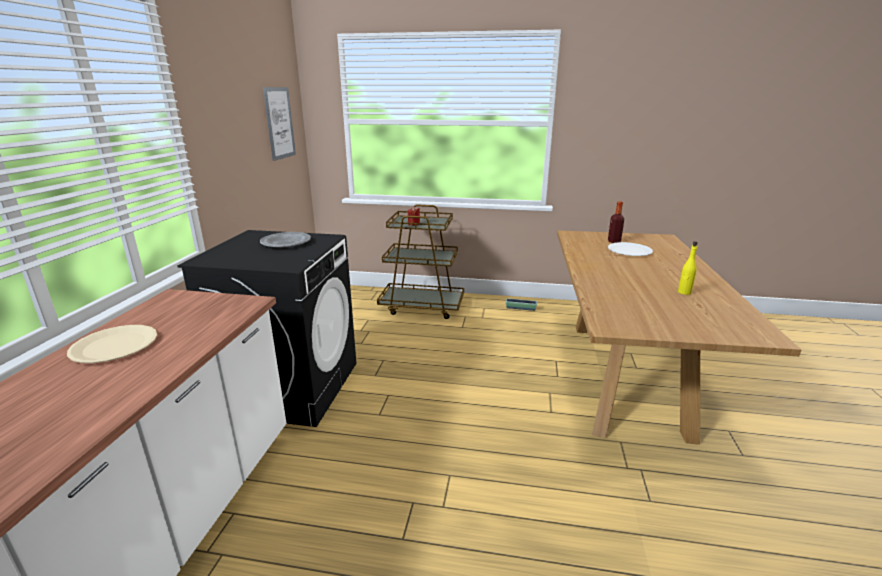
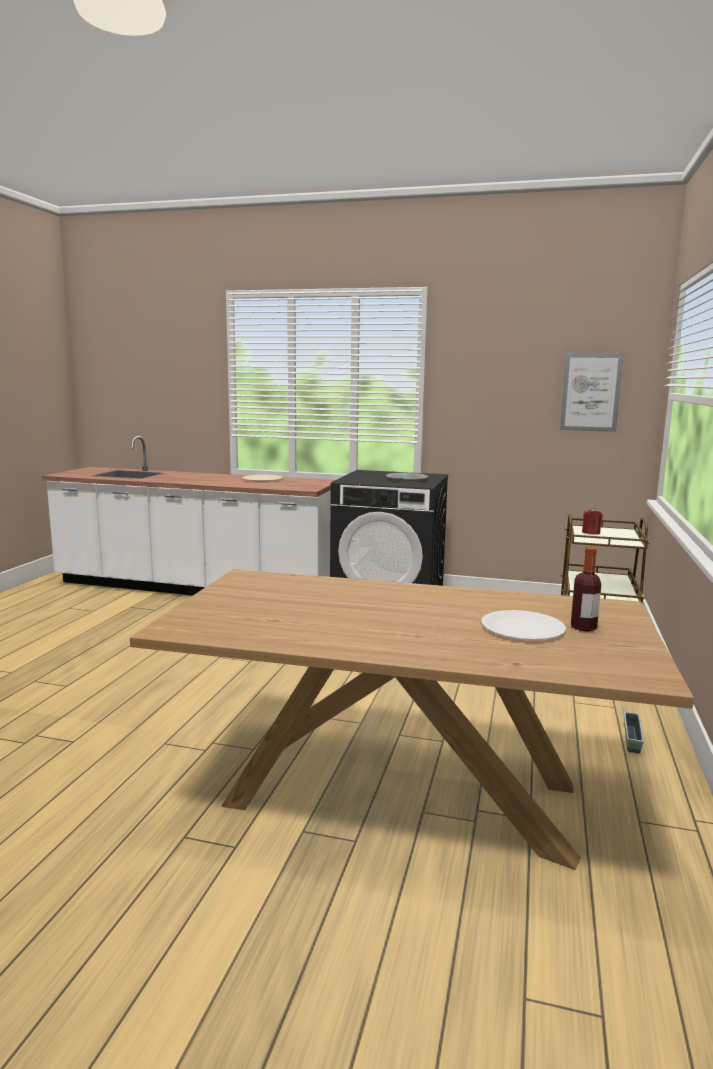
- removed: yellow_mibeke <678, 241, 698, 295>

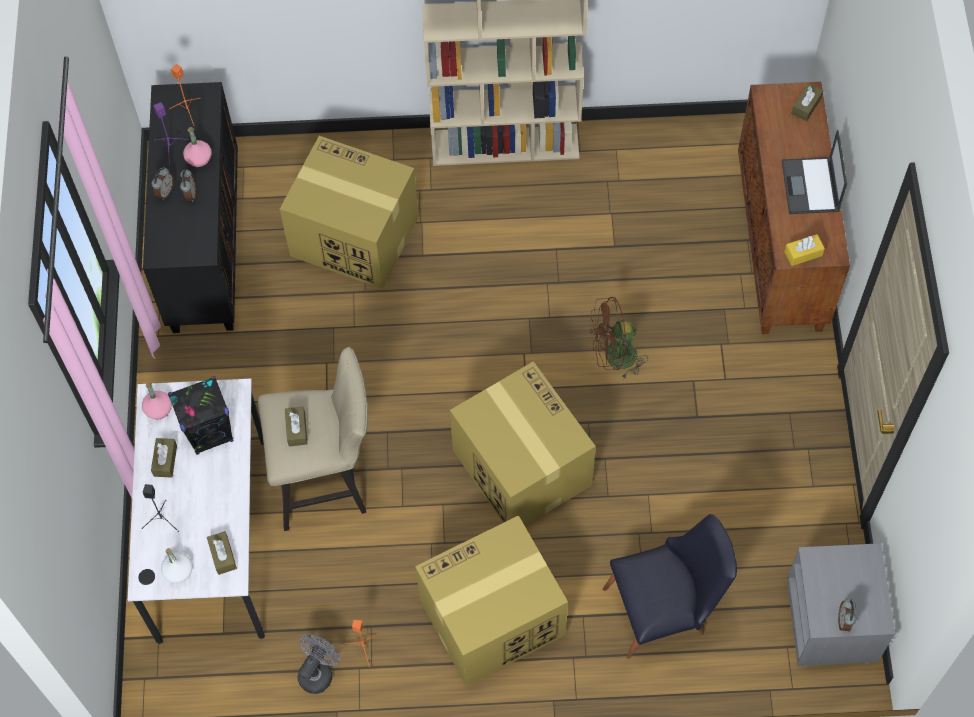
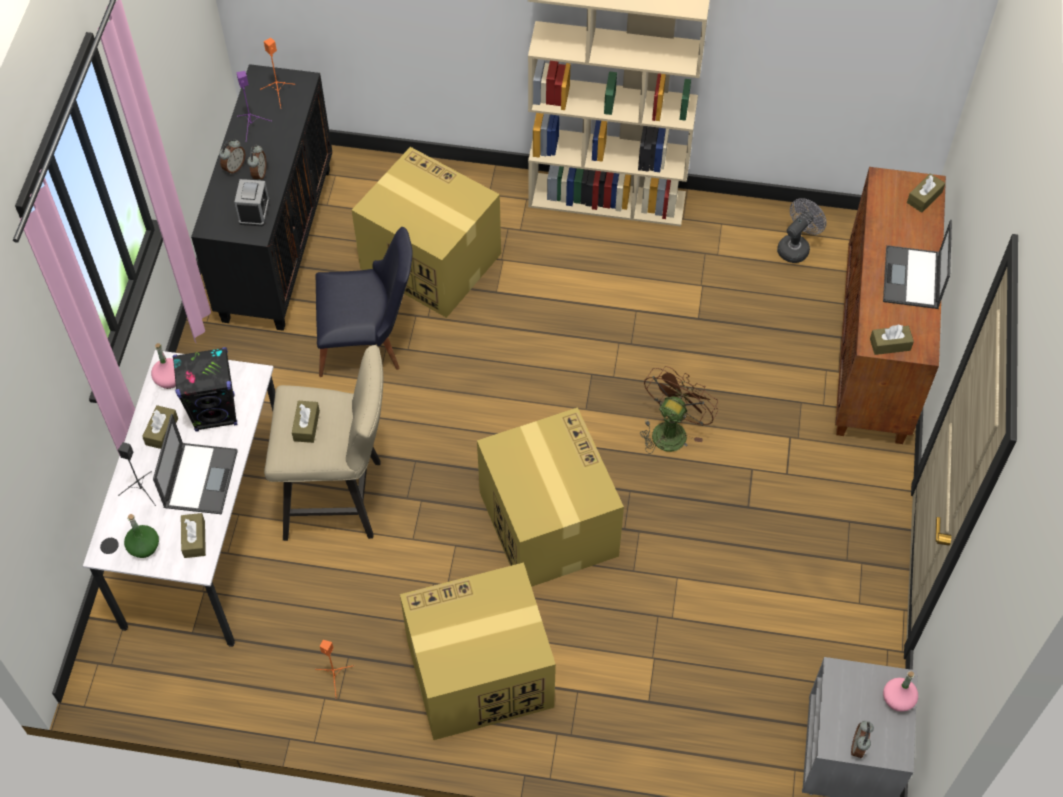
- moved: pink_mibeke <183, 127, 212, 167> to <883, 671, 918, 712>
- recoloured: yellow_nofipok <784, 234, 825, 266> to brown_nofipok <870, 325, 914, 355>
- turned: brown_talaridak <590, 297, 648, 380> = <640, 366, 718, 454> 120 degrees clockwise
- moved: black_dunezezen <603, 514, 737, 659> to <315, 227, 413, 377>
- recoloured: white_mibeke <161, 548, 192, 583> to green_mibeke <124, 514, 159, 558>
- moved: grey_talaridak <298, 634, 340, 694> to <777, 198, 826, 263>
- added: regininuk <234, 179, 270, 226>
- added: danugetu <153, 414, 238, 514>

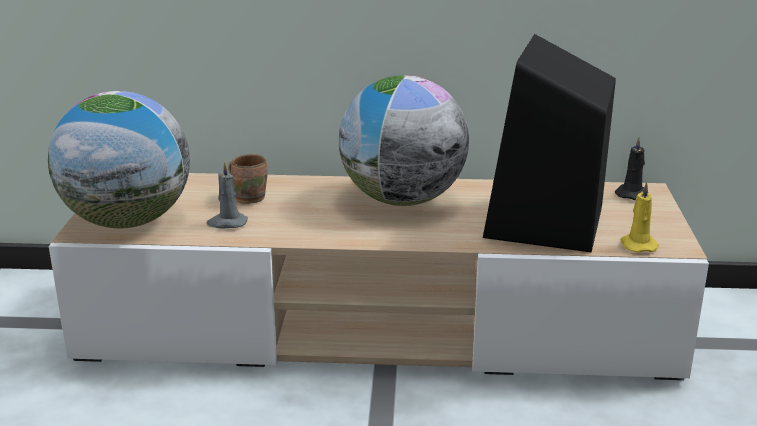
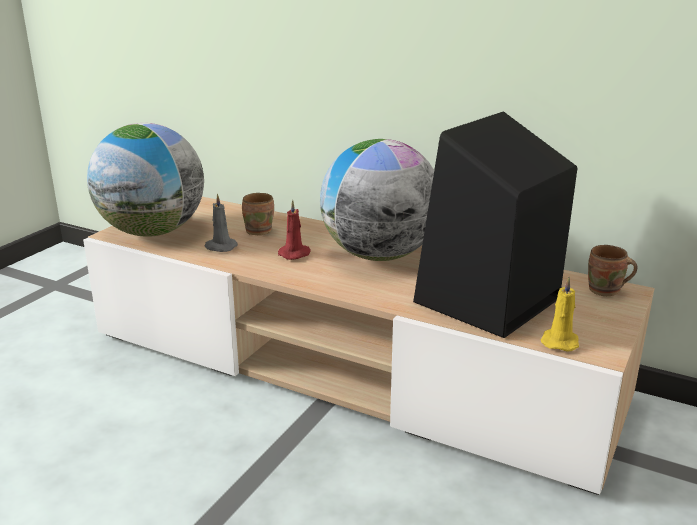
- replaced: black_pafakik <615, 137, 645, 200> to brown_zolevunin <588, 245, 637, 296>
- added: red_pafakik <278, 200, 311, 260>

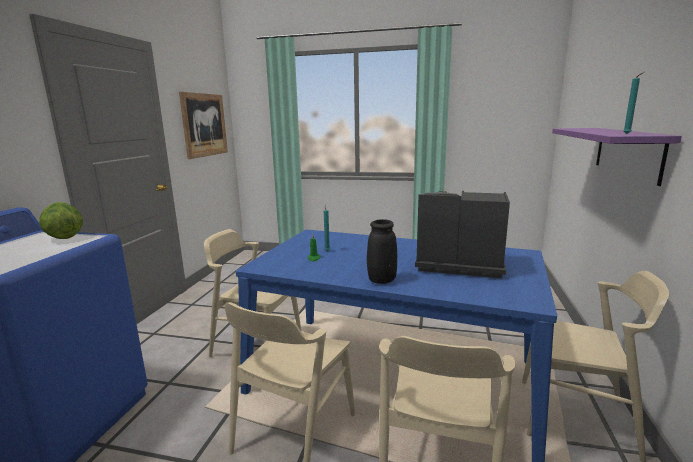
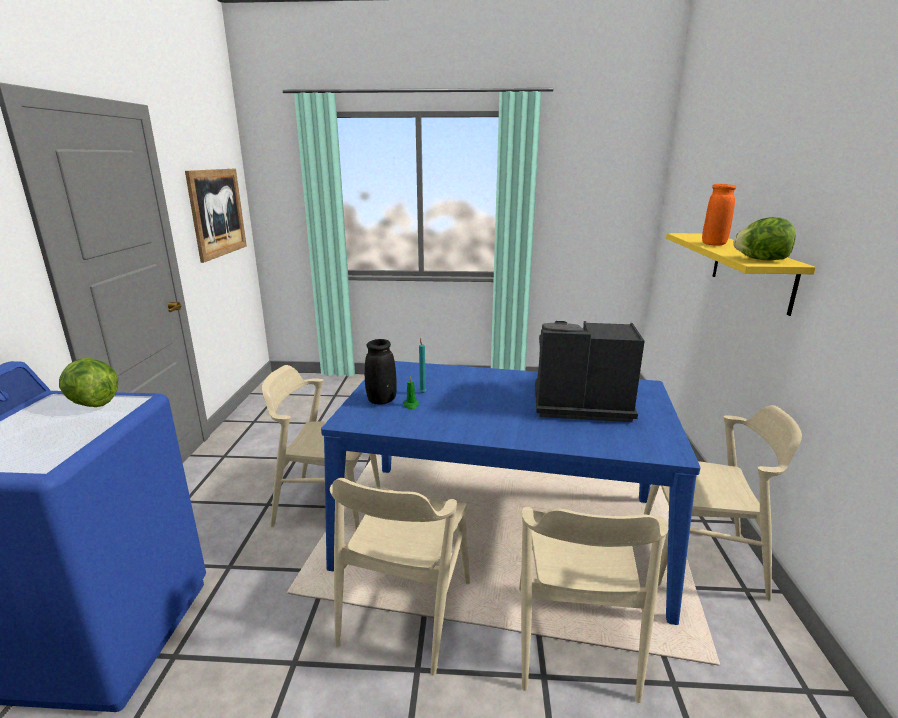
- replaced: turquoise_pafakik <623, 72, 644, 134> to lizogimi <733, 217, 796, 260>
- recoloured: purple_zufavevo <552, 128, 682, 186> to yellow_zufavevo <666, 233, 816, 316>
- moved: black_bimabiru <367, 219, 397, 284> to <365, 339, 397, 405>
- added: orange_bimabiru <702, 184, 736, 246>

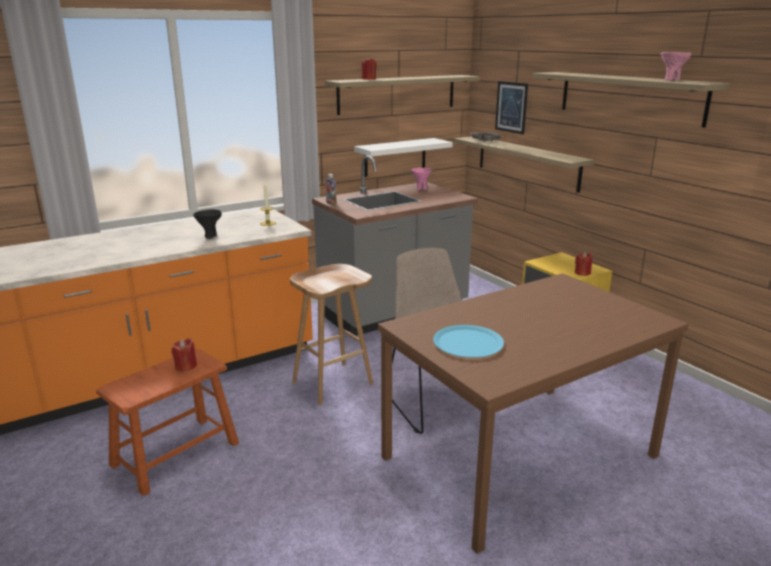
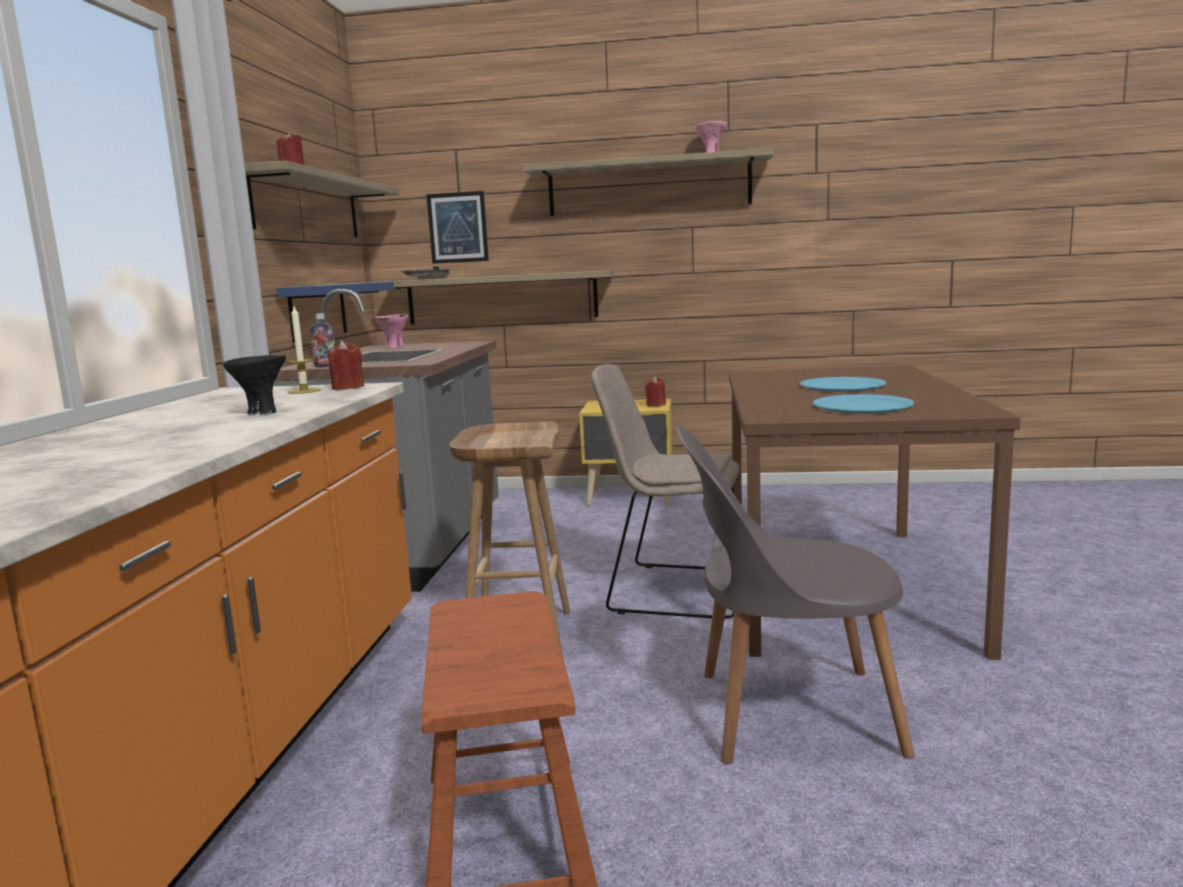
- recoloured: white_zufavevo <354, 138, 453, 177> to blue_zufavevo <276, 281, 394, 342>
- moved: red_pafakik <171, 338, 197, 372> to <327, 341, 364, 390>
- added: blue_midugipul <800, 377, 887, 392>
- added: grey_dunezezen <676, 426, 915, 764>

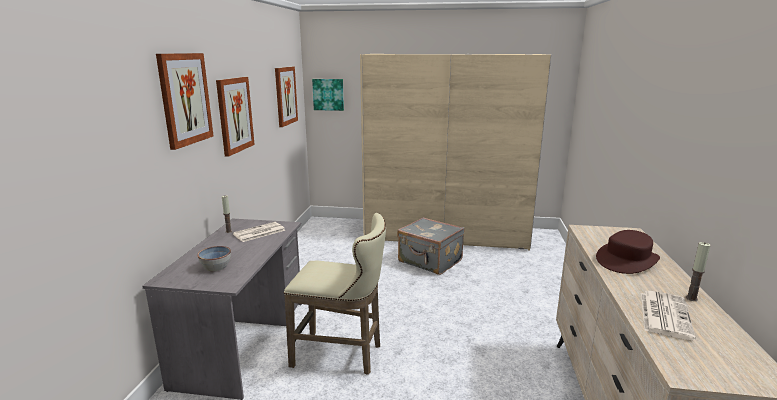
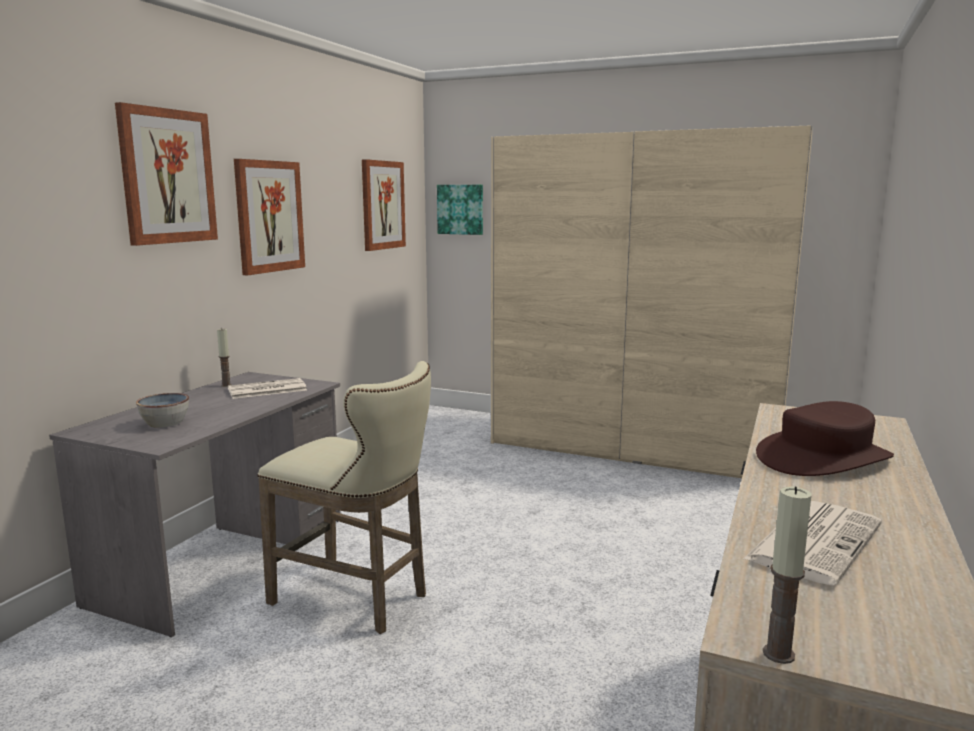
- removed: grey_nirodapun <397, 217, 464, 275>
- moved: pafakik <686, 242, 711, 301> to <763, 486, 812, 664>

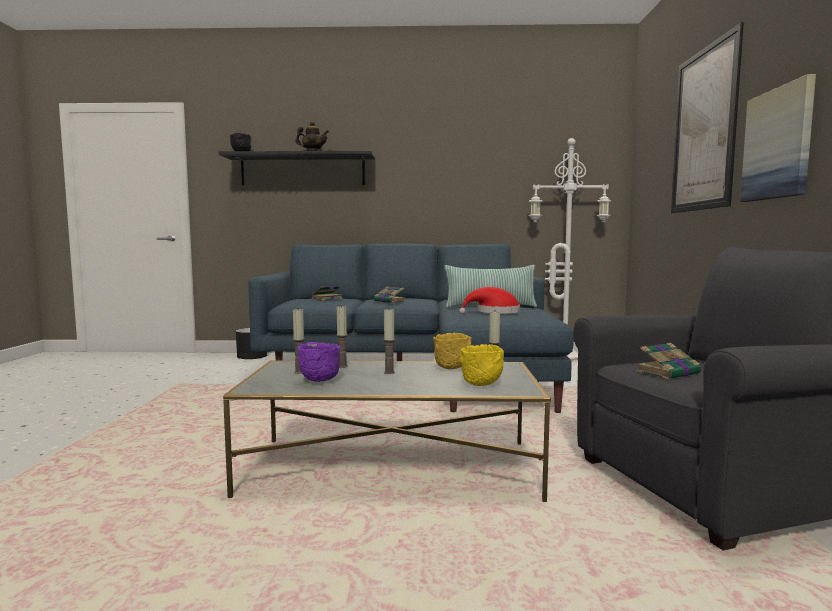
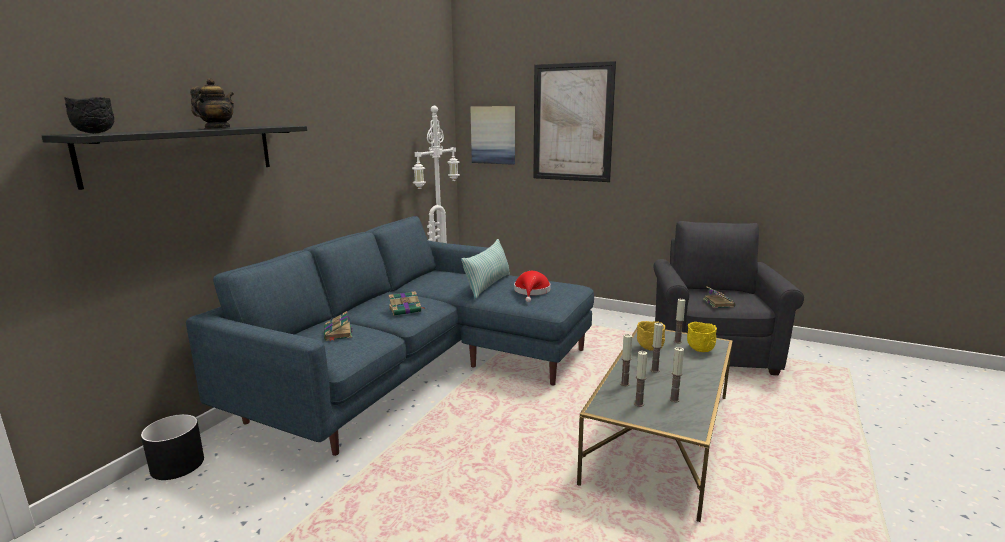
- moved: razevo <740, 74, 816, 202> to <470, 106, 515, 165>
- replaced: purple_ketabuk <298, 342, 340, 382> to pafakik <669, 347, 684, 402>

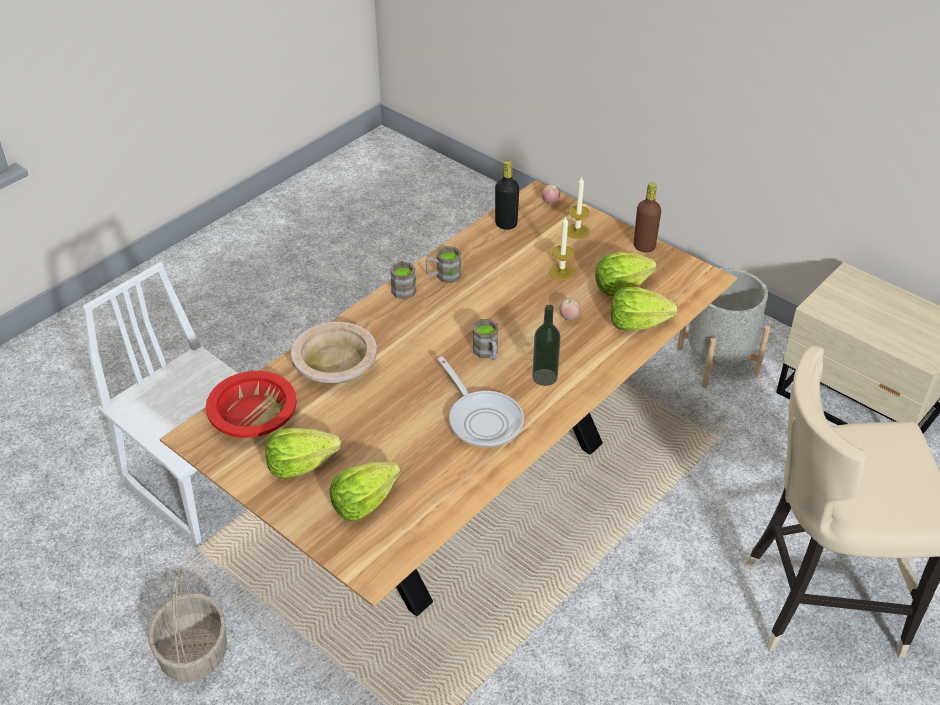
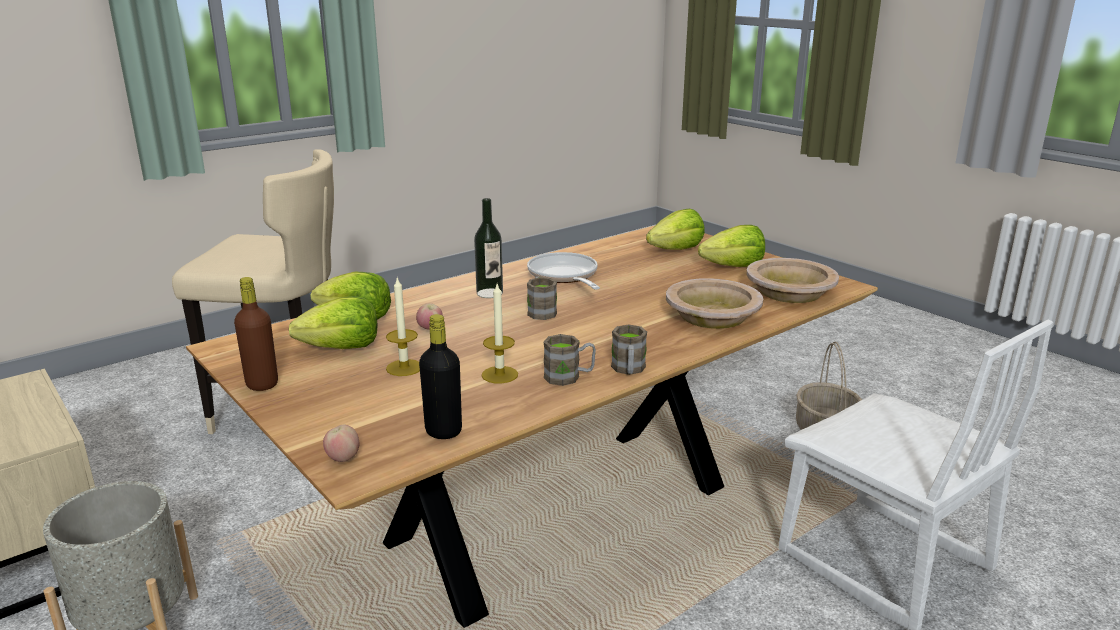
- moved: pafakik <567, 177, 590, 239> to <482, 284, 518, 384>
- recoloured: red_ketabuk <206, 371, 297, 438> to beige_ketabuk <746, 258, 839, 303>

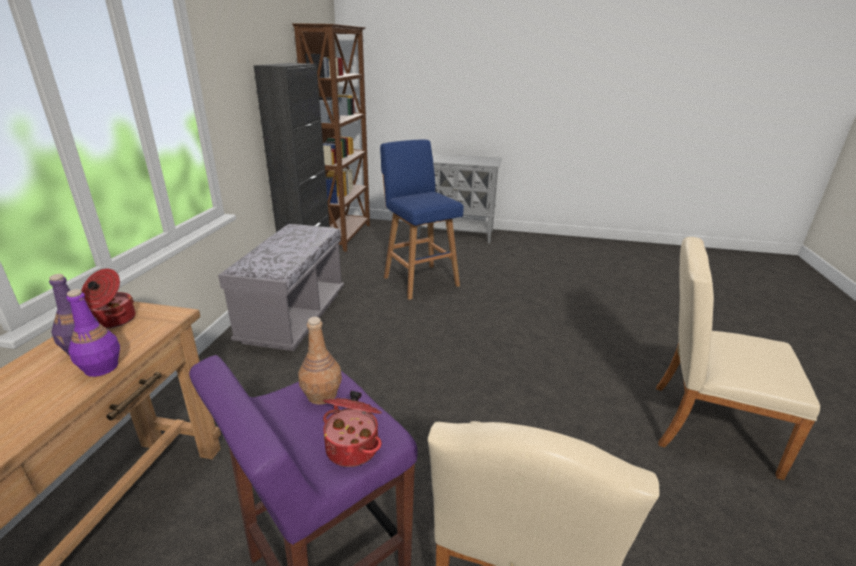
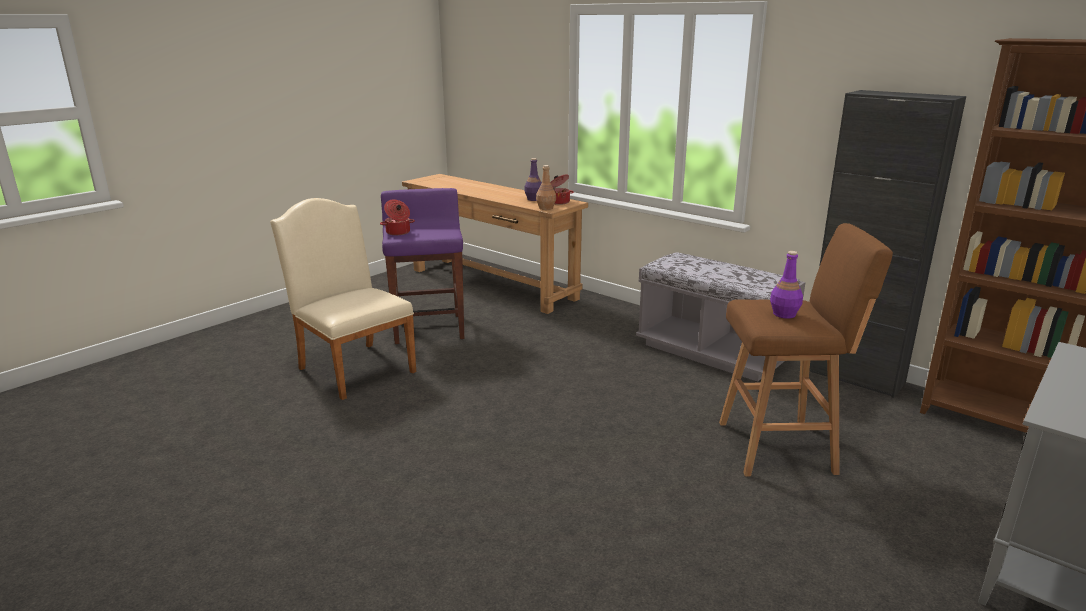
- recoloured: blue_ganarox <380, 139, 464, 300> to brown_ganarox <719, 223, 893, 476>
- removed: beige_dunezezen <656, 237, 820, 480>
- moved: purple_mibeke <66, 289, 120, 377> to <770, 251, 803, 319>
- moved: brown_mibeke <298, 317, 342, 405> to <536, 165, 556, 210>

